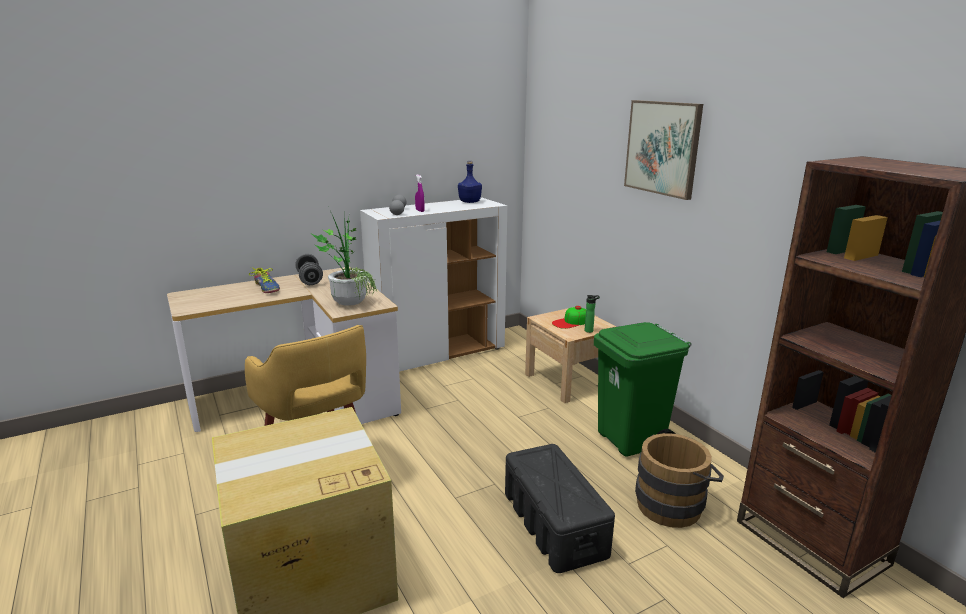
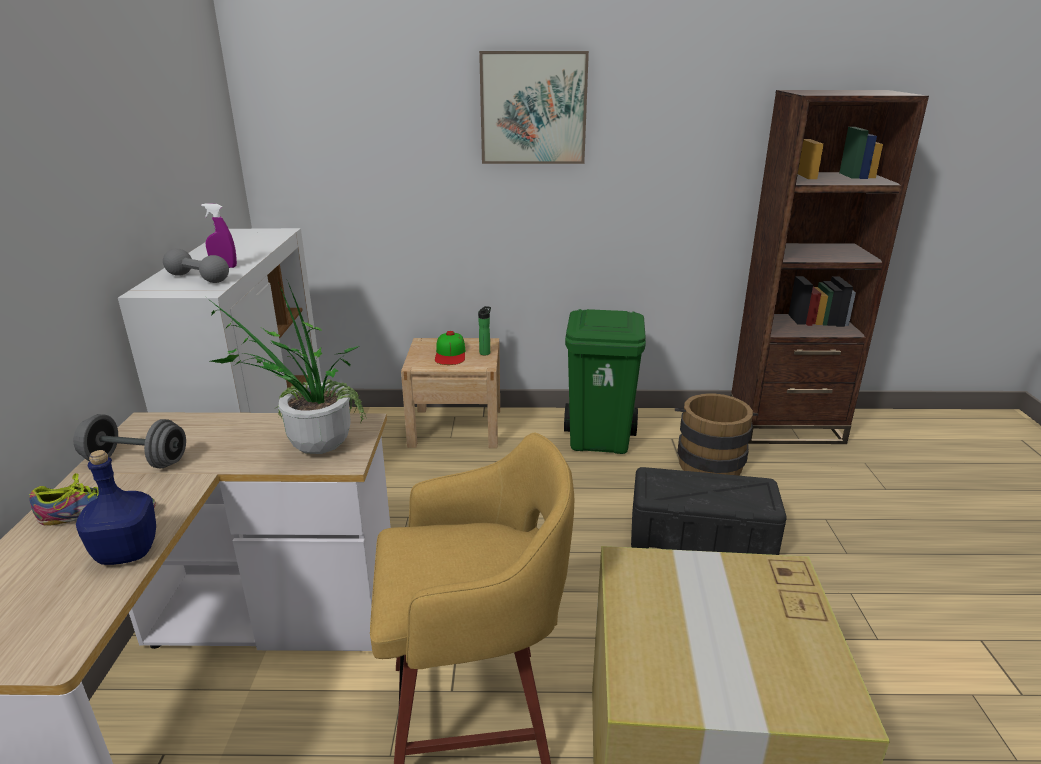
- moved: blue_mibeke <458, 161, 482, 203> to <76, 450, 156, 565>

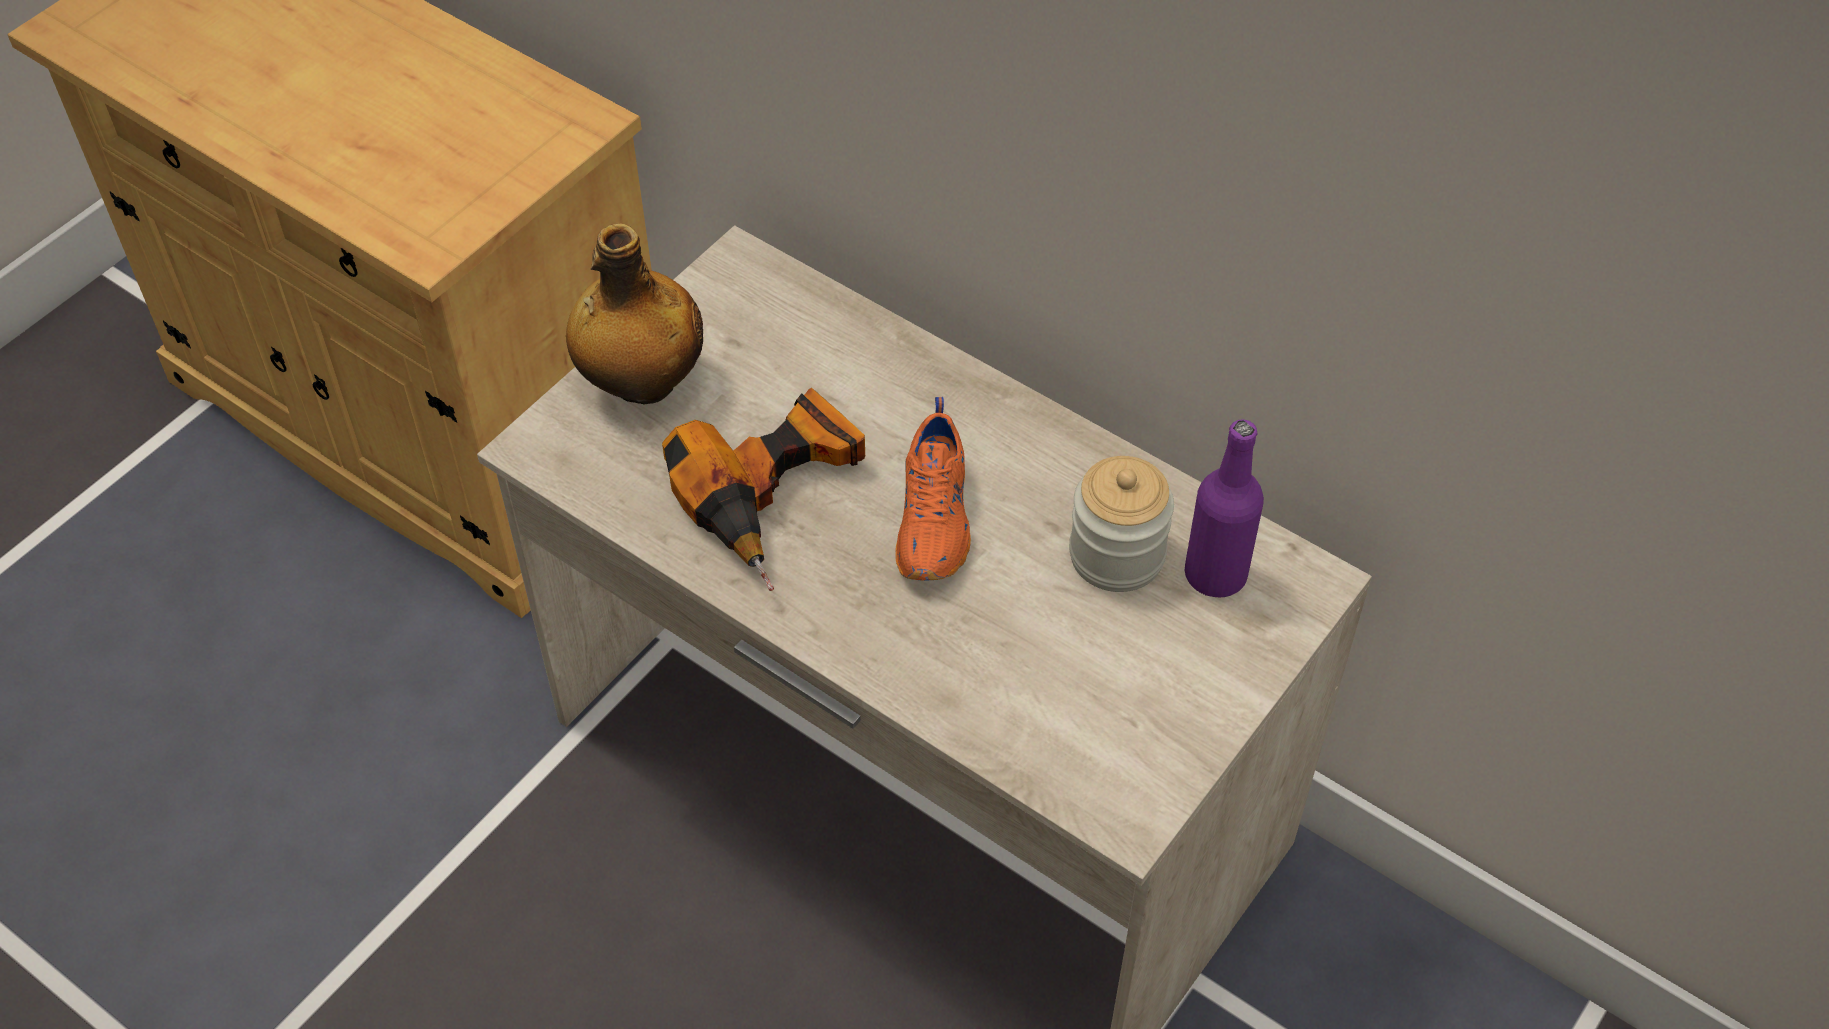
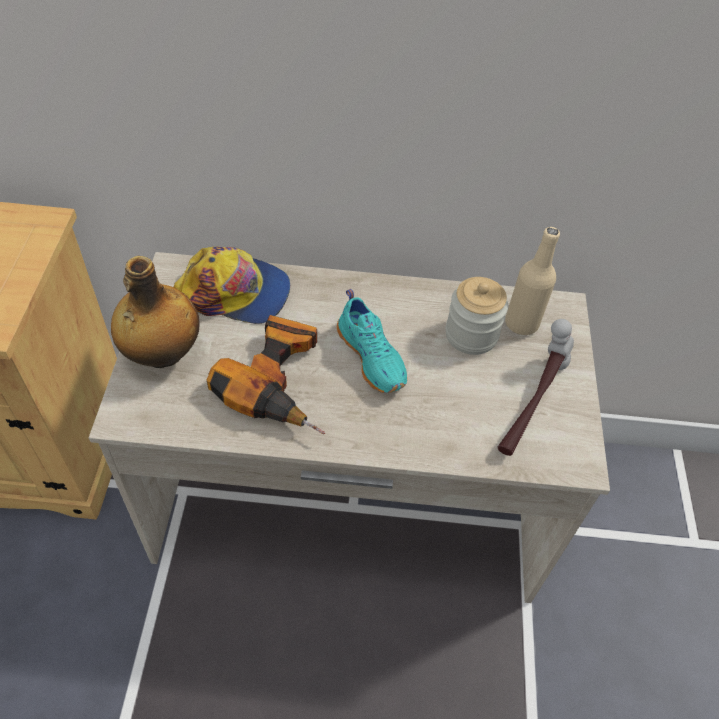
- recoloured: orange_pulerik <895, 397, 971, 581> to turquoise_pulerik <337, 289, 407, 393>
- recoloured: purple_mibeke <1185, 419, 1264, 597> to beige_mibeke <505, 227, 560, 335>
- added: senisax <173, 247, 290, 324>
- added: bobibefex <497, 319, 574, 456>

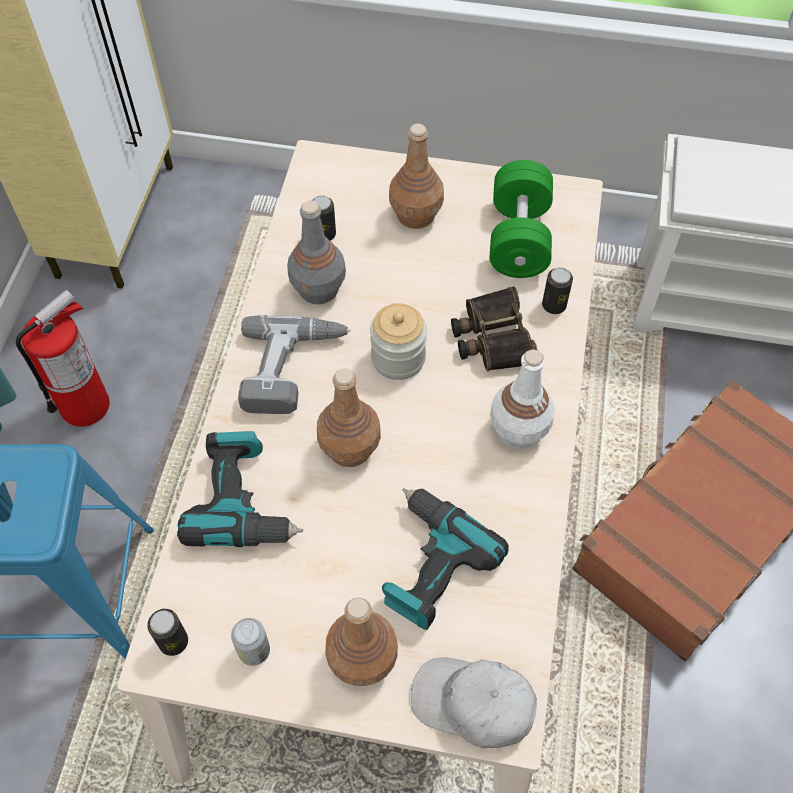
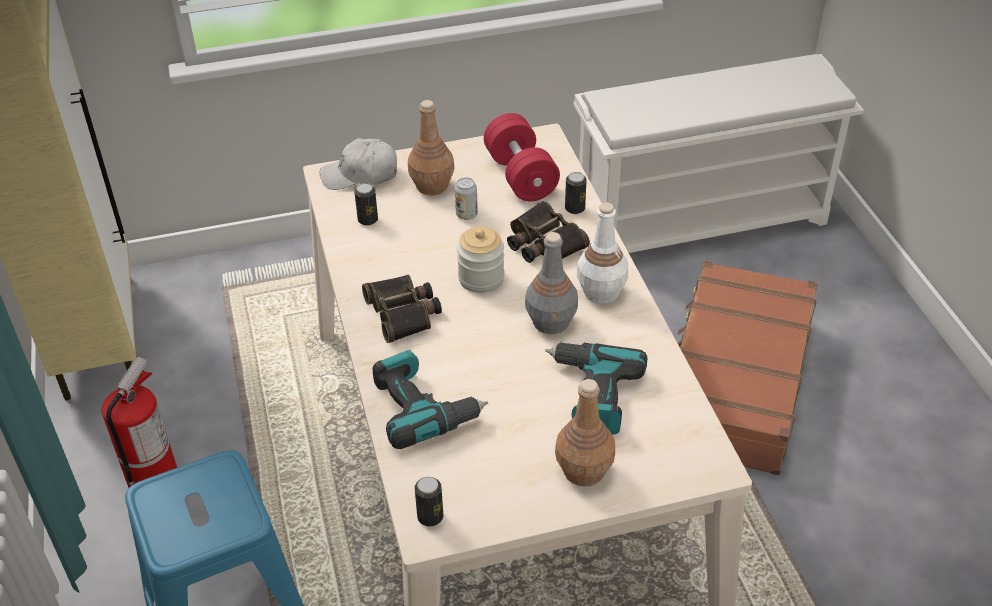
- recoloured: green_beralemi <490, 160, 553, 278> to red_beralemi <484, 113, 560, 201>
- moved: grey_mibeke <287, 200, 346, 304> to <525, 232, 578, 334>
- replaced: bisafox <238, 315, 350, 414> to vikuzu <362, 275, 442, 343>
- removed: brown_mibeke <317, 369, 381, 467>
- moved: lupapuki <231, 618, 270, 666> to <455, 177, 478, 220>
- moved: white_senisax <411, 657, 537, 748> to <320, 138, 397, 190>

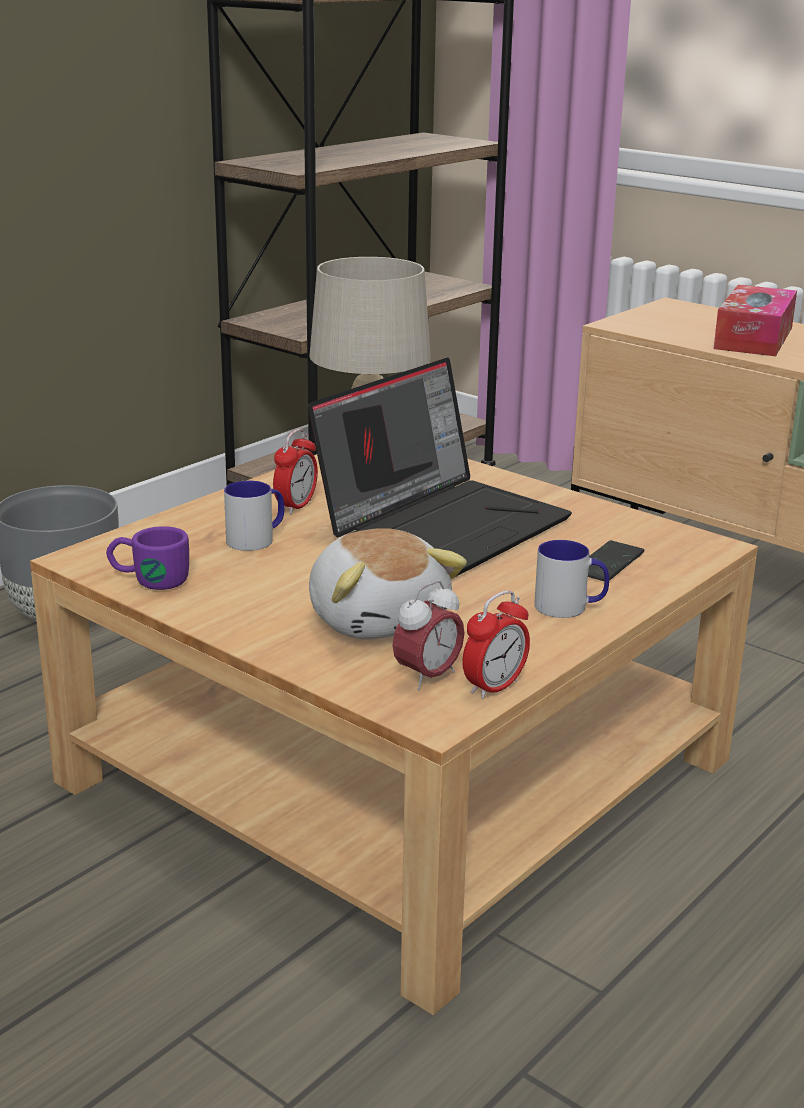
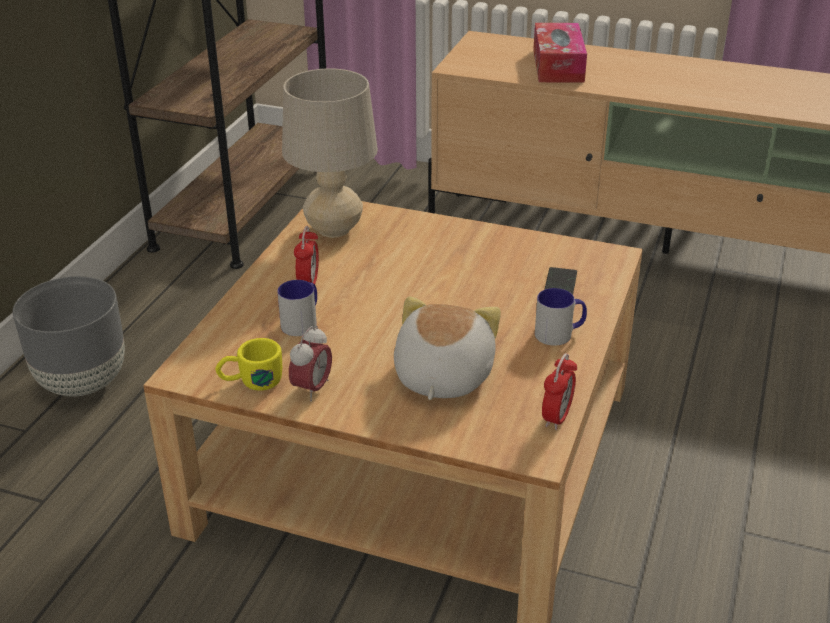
- removed: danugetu <308, 357, 572, 576>
- recoloured: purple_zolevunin <106, 526, 189, 590> to yellow_zolevunin <215, 338, 282, 391>
- turned: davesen <309, 528, 467, 640> = <394, 296, 501, 400> 120 degrees counterclockwise
- moved: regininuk <393, 580, 465, 691> to <289, 326, 332, 401>

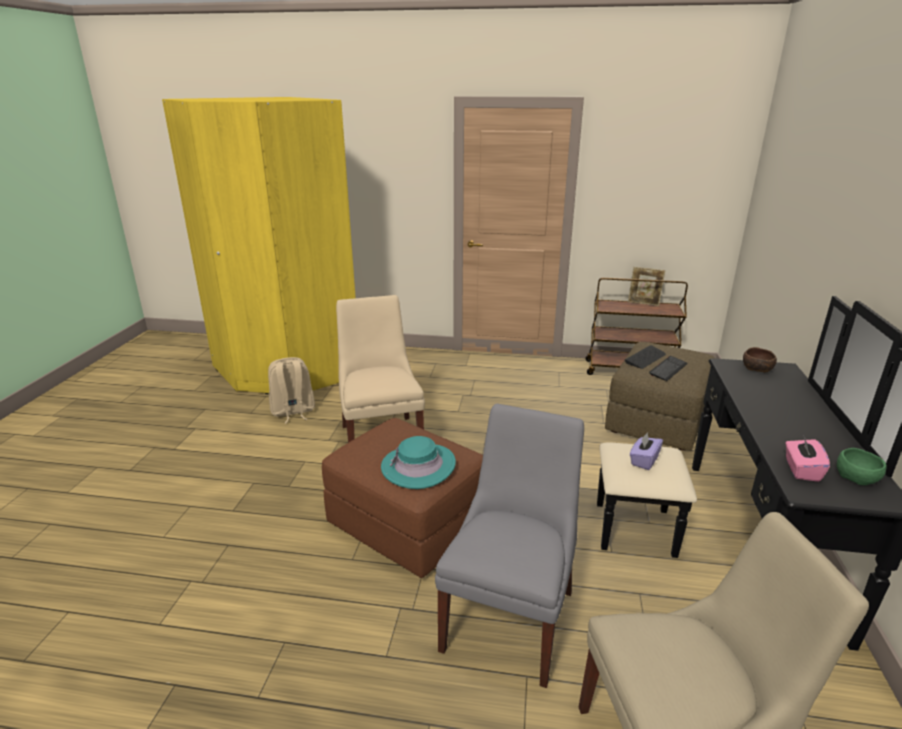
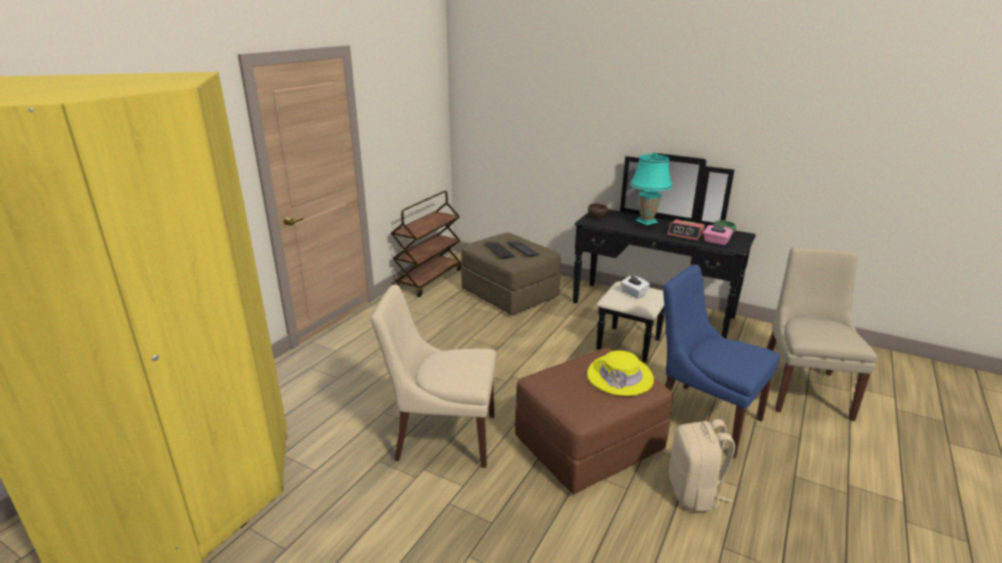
- removed: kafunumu <628, 267, 666, 306>
- moved: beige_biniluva <268, 357, 315, 424> to <669, 419, 735, 512>
- recoloured: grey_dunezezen <435, 404, 584, 688> to blue_dunezezen <663, 264, 780, 459>
- recoloured: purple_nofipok <630, 432, 663, 470> to white_nofipok <620, 274, 650, 298>
- recoloured: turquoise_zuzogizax <381, 436, 456, 489> to yellow_zuzogizax <587, 350, 654, 396>
- added: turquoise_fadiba <630, 152, 673, 228>
- added: regininuk <667, 219, 705, 241>

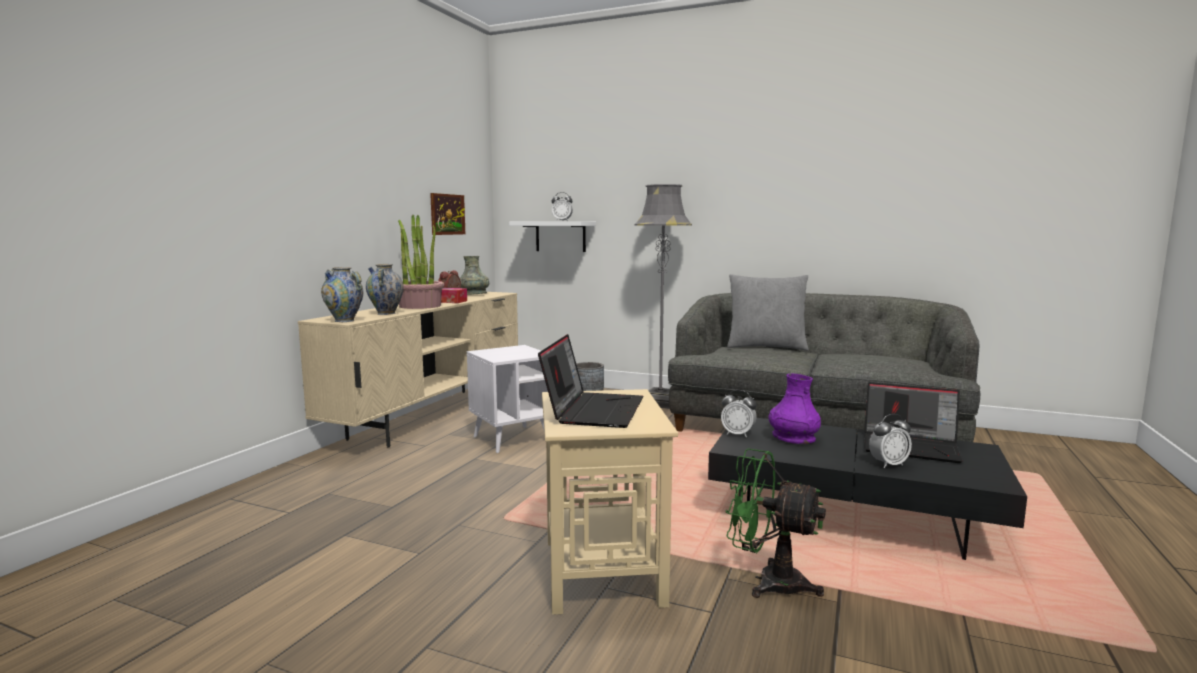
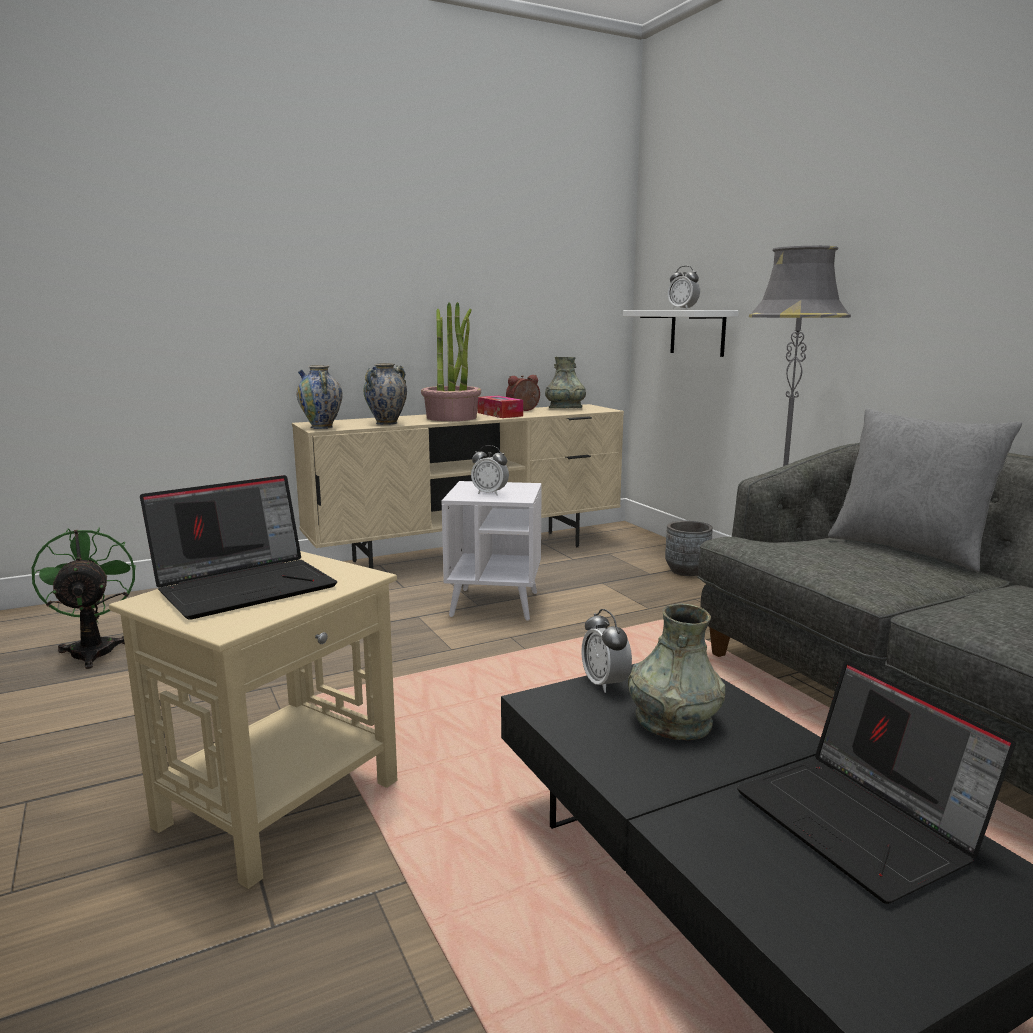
- removed: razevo <430, 193, 465, 235>
- recoloured: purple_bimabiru <769, 374, 821, 444> to grey_bimabiru <628, 603, 725, 740>
- moved: regininuk <869, 414, 912, 468> to <471, 445, 509, 496>
- moved: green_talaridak <725, 448, 826, 598> to <32, 527, 136, 669>

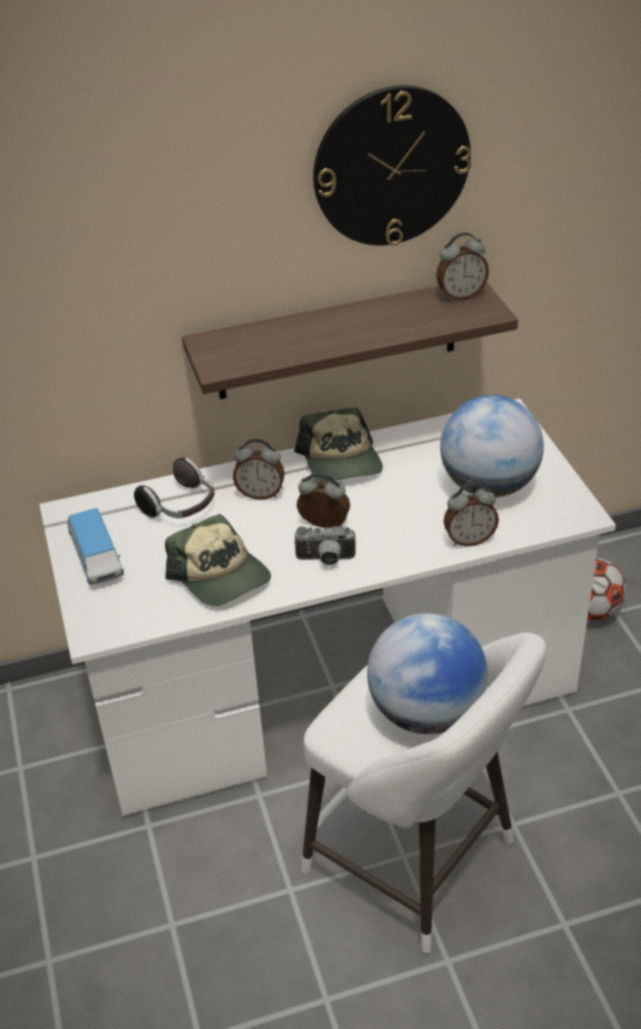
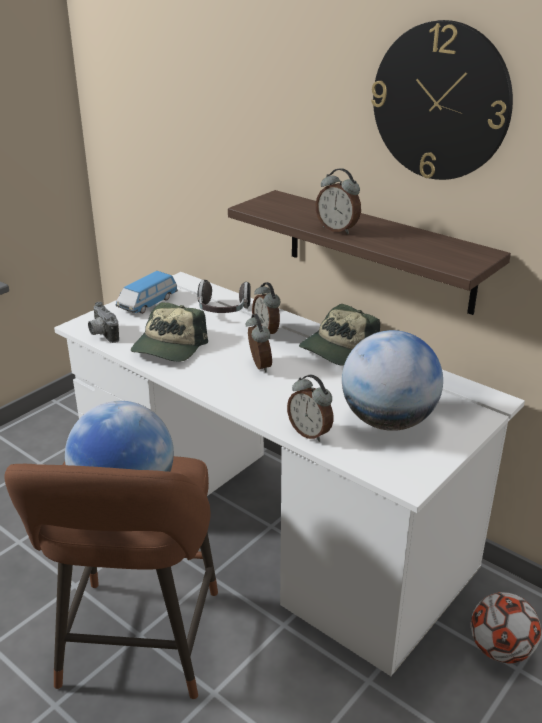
- moved: regininuk <436, 233, 489, 301> to <316, 168, 361, 234>
- moved: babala <294, 526, 356, 566> to <88, 302, 119, 343>
- recoloured: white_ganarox <301, 632, 547, 954> to brown_ganarox <5, 456, 218, 699>

